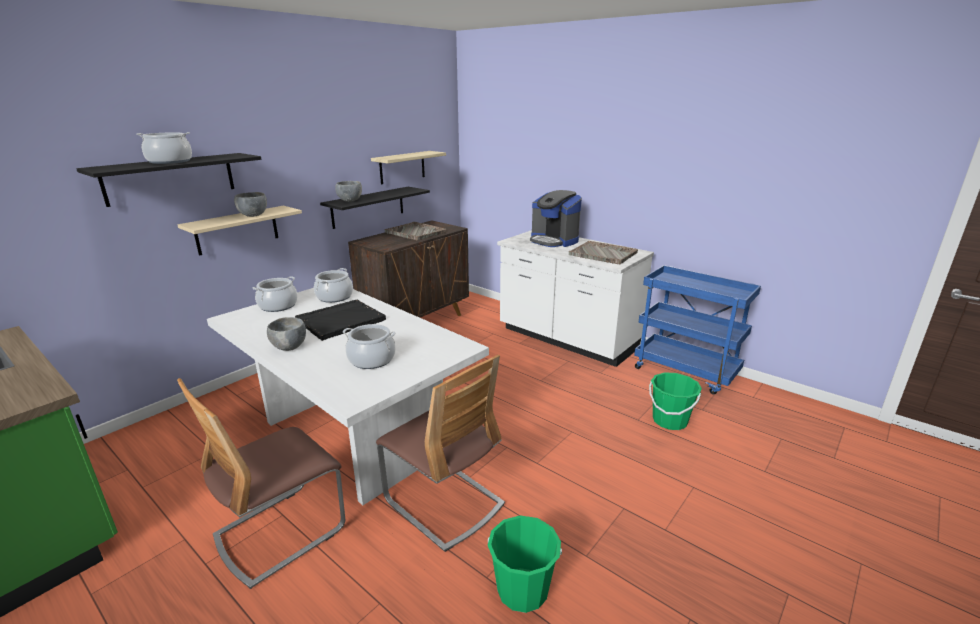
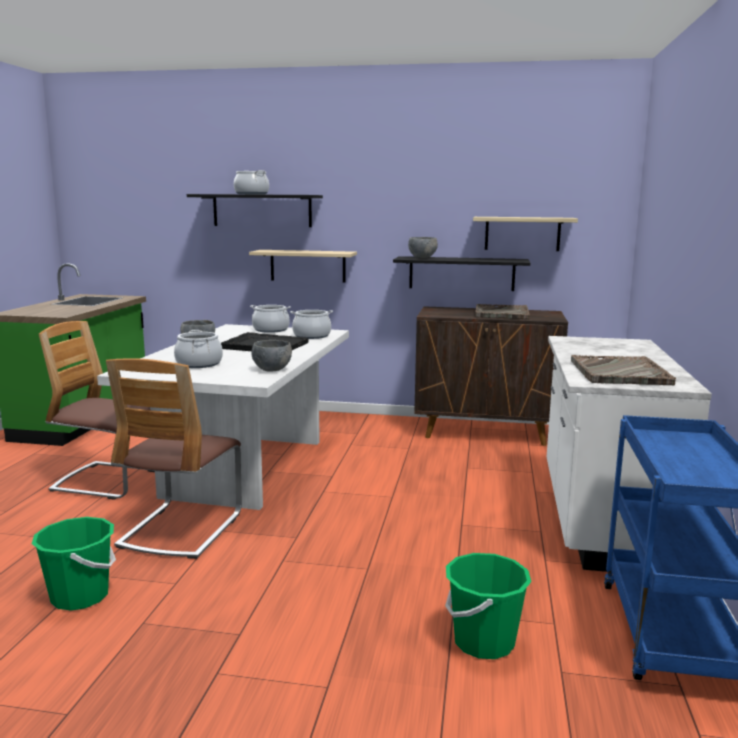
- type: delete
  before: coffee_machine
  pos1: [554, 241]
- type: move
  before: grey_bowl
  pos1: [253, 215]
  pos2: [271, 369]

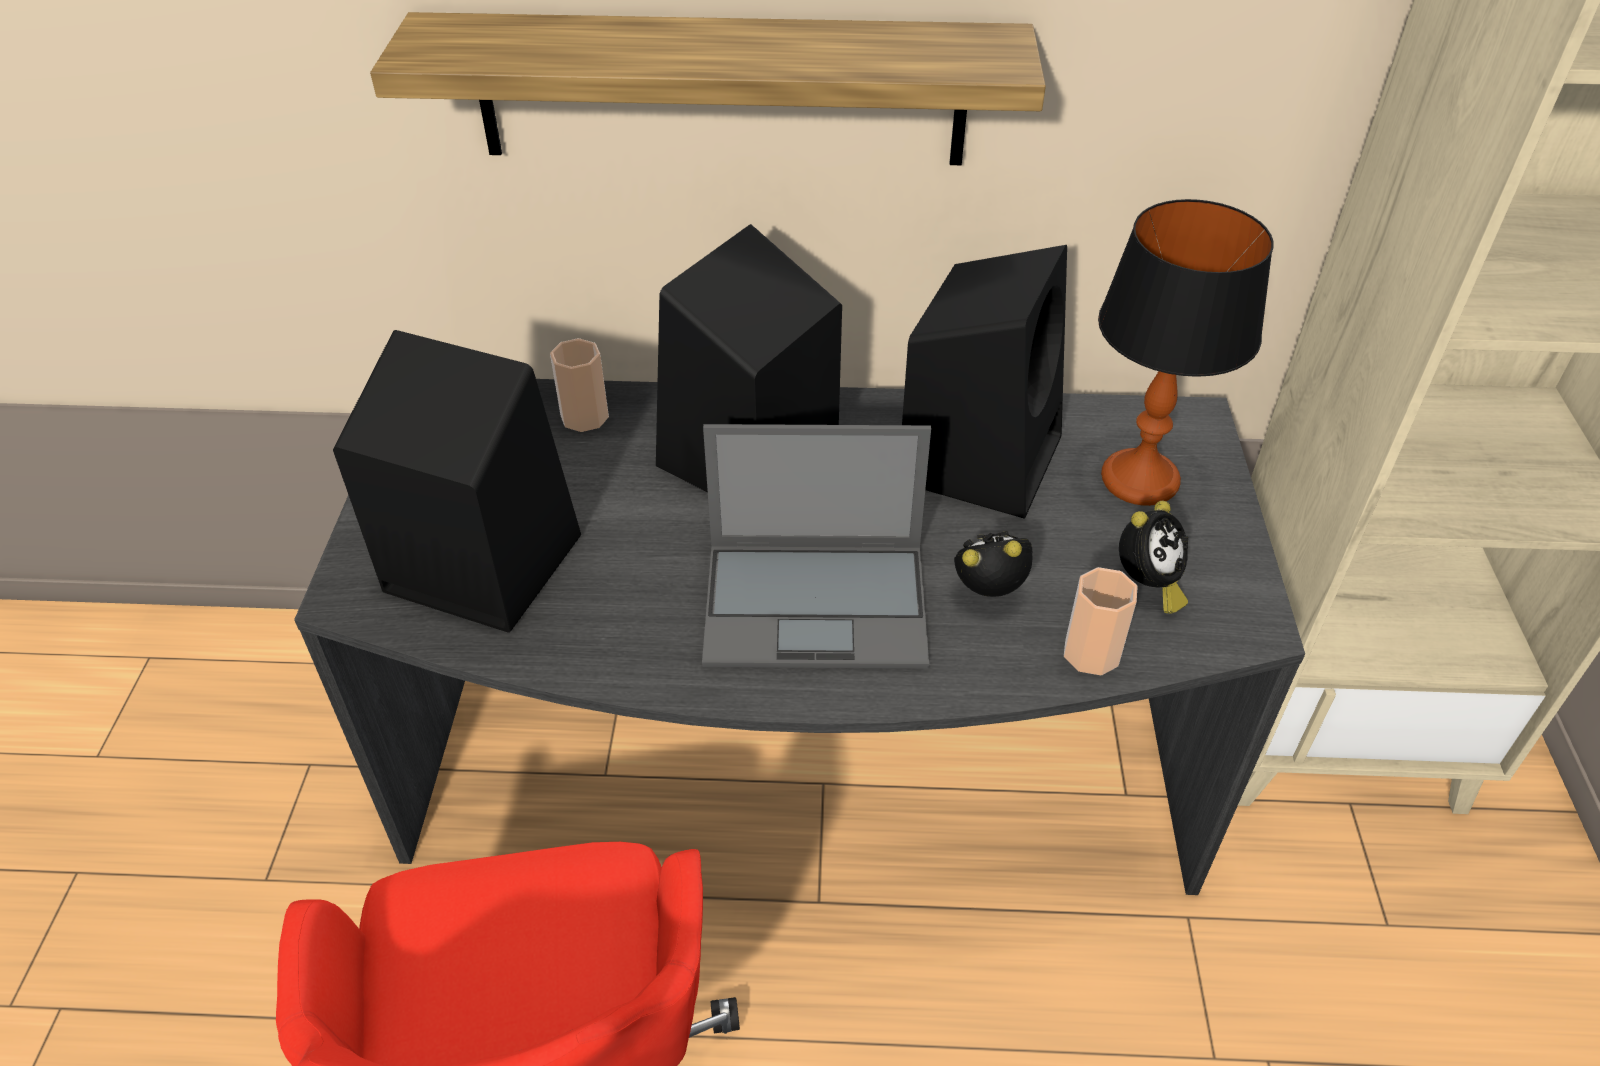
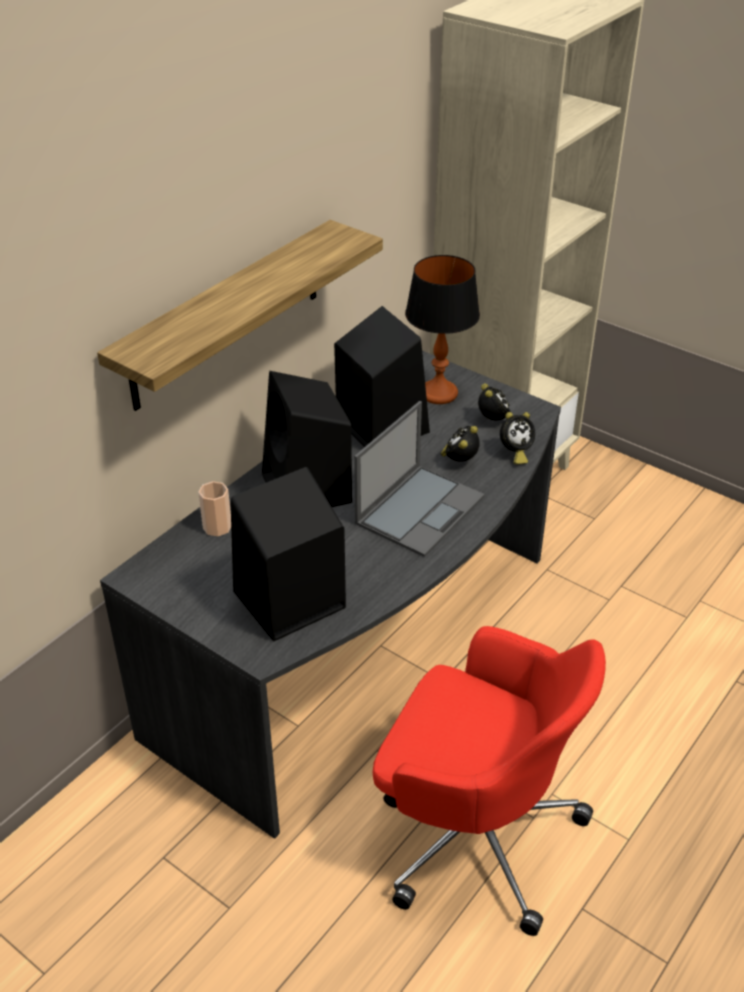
- type: replace
  before: cup
  after: alarm_clock
  pos1: [1091, 653]
  pos2: [515, 453]

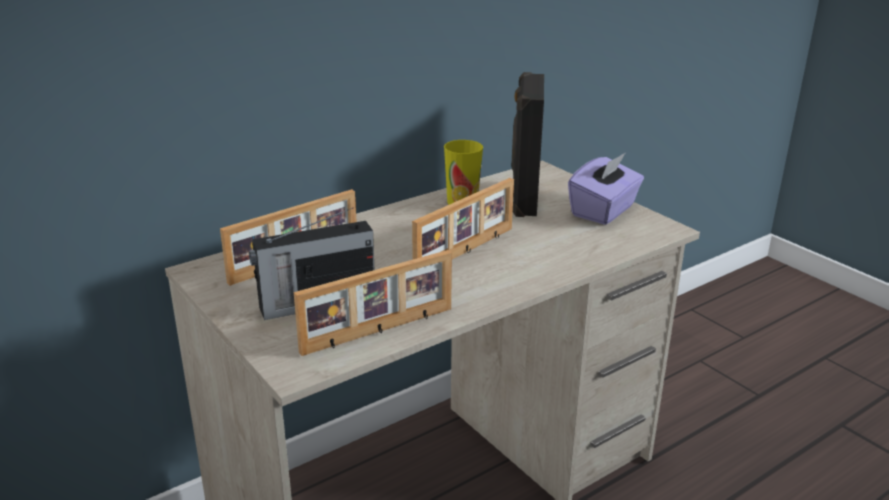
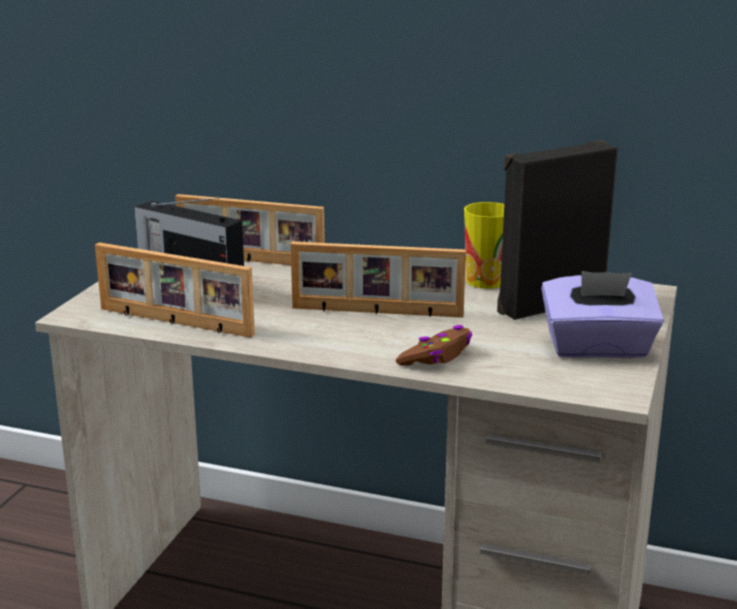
- type: insert
  after: brown_game_controller
  pos2: [436, 357]

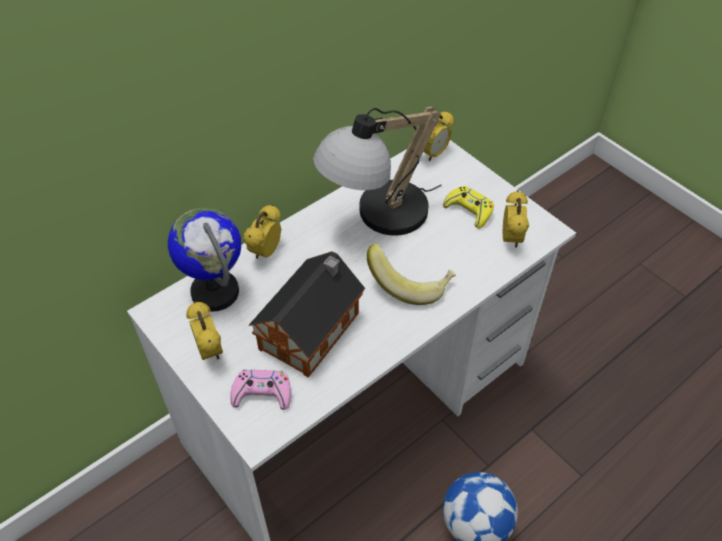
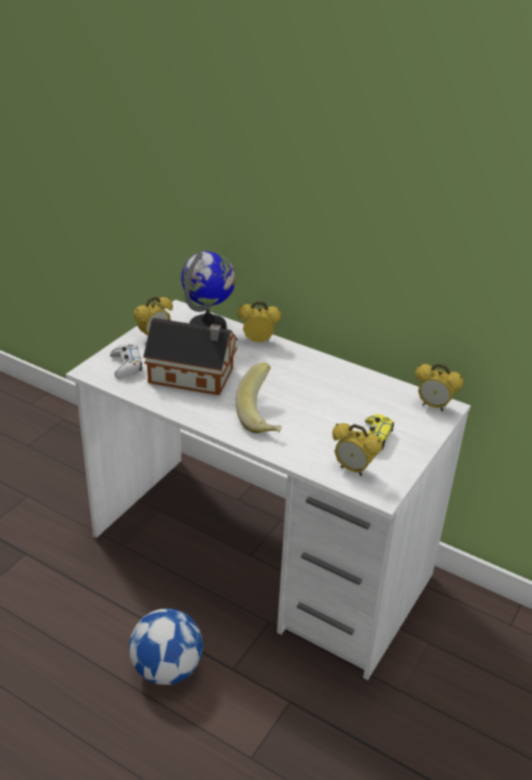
- type: delete
  before: table_lamp
  pos1: [377, 218]
- type: recolor
  before: pink_game_controller
  after: white_game_controller
  pos1: [262, 394]
  pos2: [126, 366]
- type: rotate
  before: alarm_clock
  pos1: [511, 239]
  pos2: [353, 469]
  turn: 45

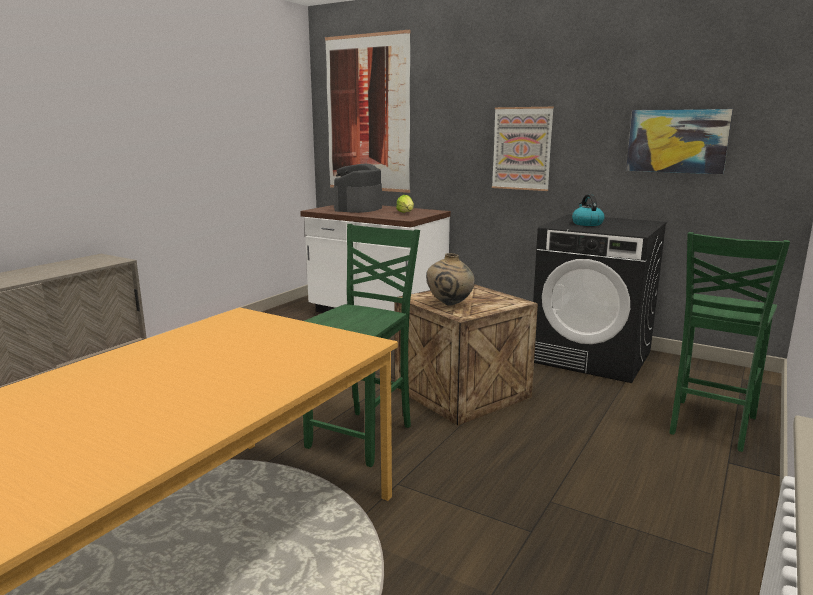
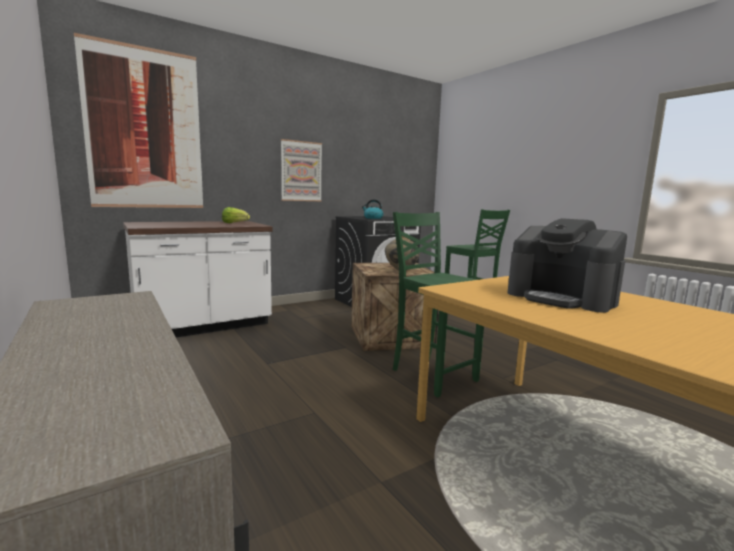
- type: delete
  before: picture
  pos1: [677, 141]
- type: move
  before: coffee_machine
  pos1: [358, 208]
  pos2: [561, 298]

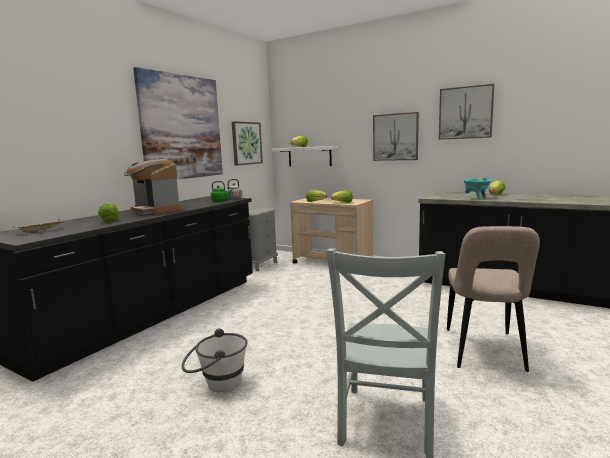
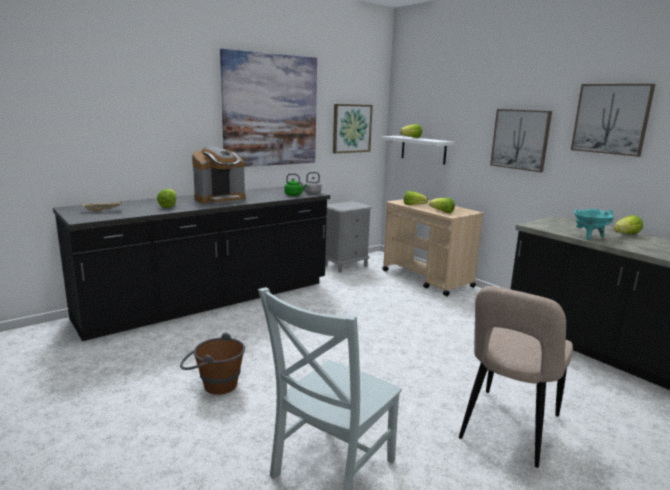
- type: recolor
  before: white_bucket
  after: brown_bucket
  pos1: [217, 384]
  pos2: [213, 385]
- type: rotate
  before: coffee_machine
  pos1: [155, 211]
  pos2: [220, 199]
  turn: -105

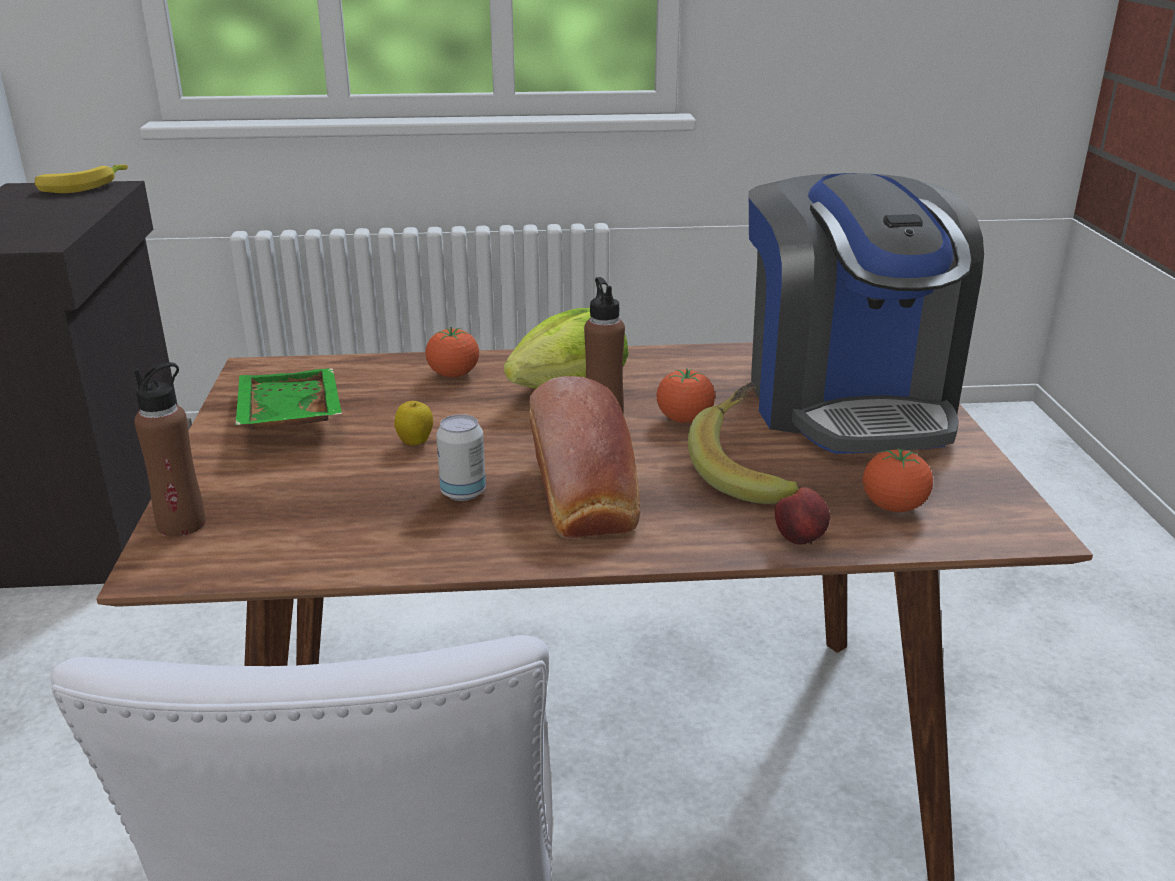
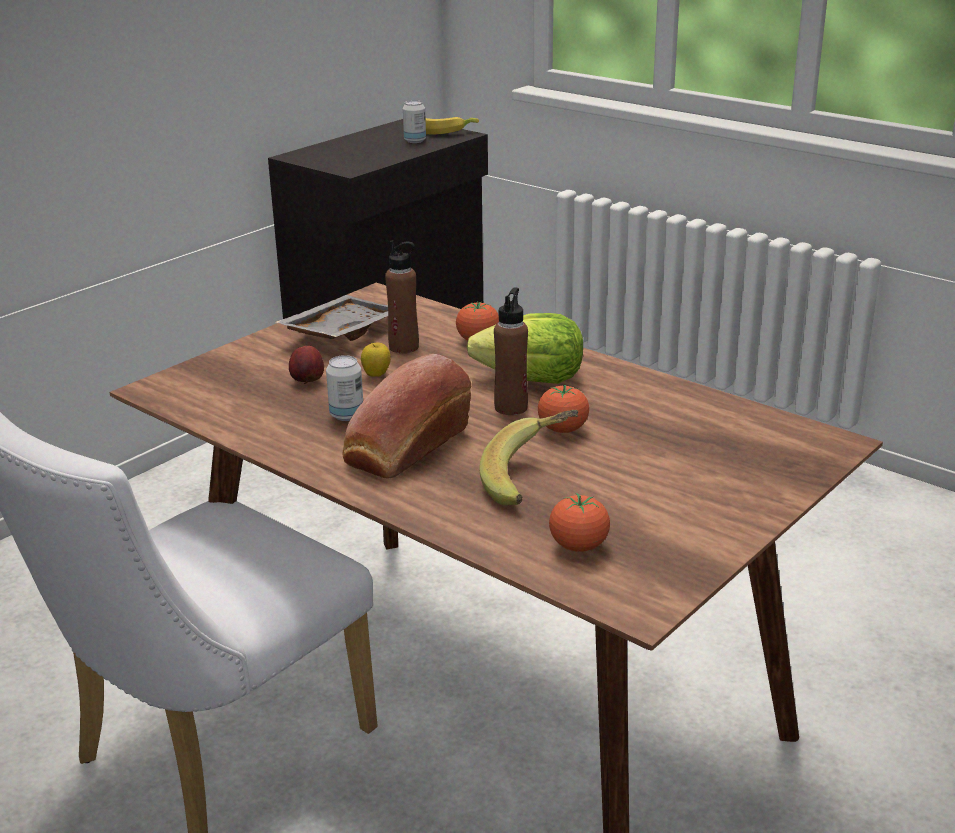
- type: delete
  before: coffee_machine
  pos1: [847, 401]
- type: insert
  after: can
  pos2: [415, 141]
- type: move
  before: brown_bottle
  pos1: [182, 524]
  pos2: [404, 347]
- type: move
  before: apple
  pos1: [801, 540]
  pos2: [307, 381]
- type: recolor
  before: green_tray
  after: grey_tray
  pos1: [287, 417]
  pos2: [340, 332]

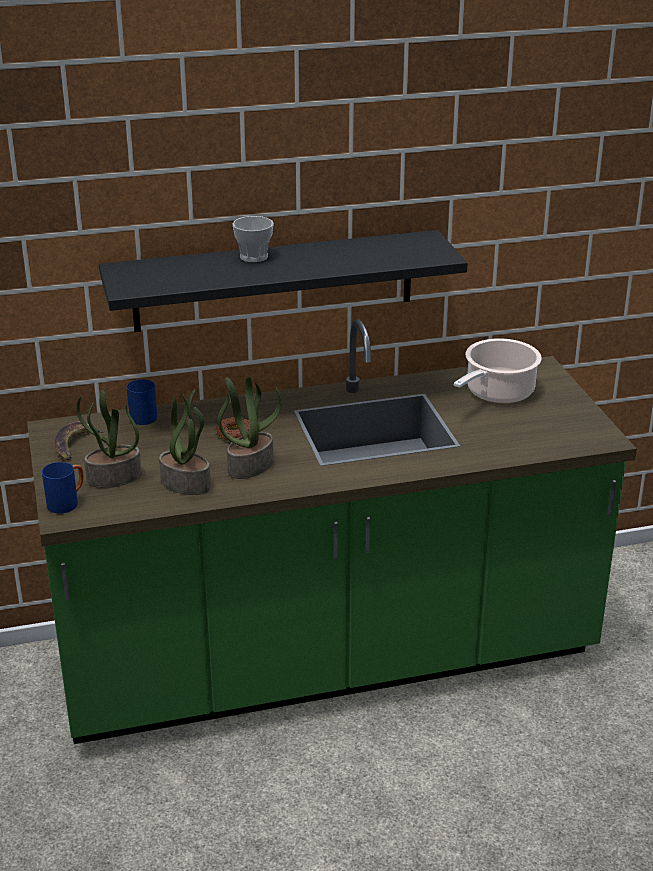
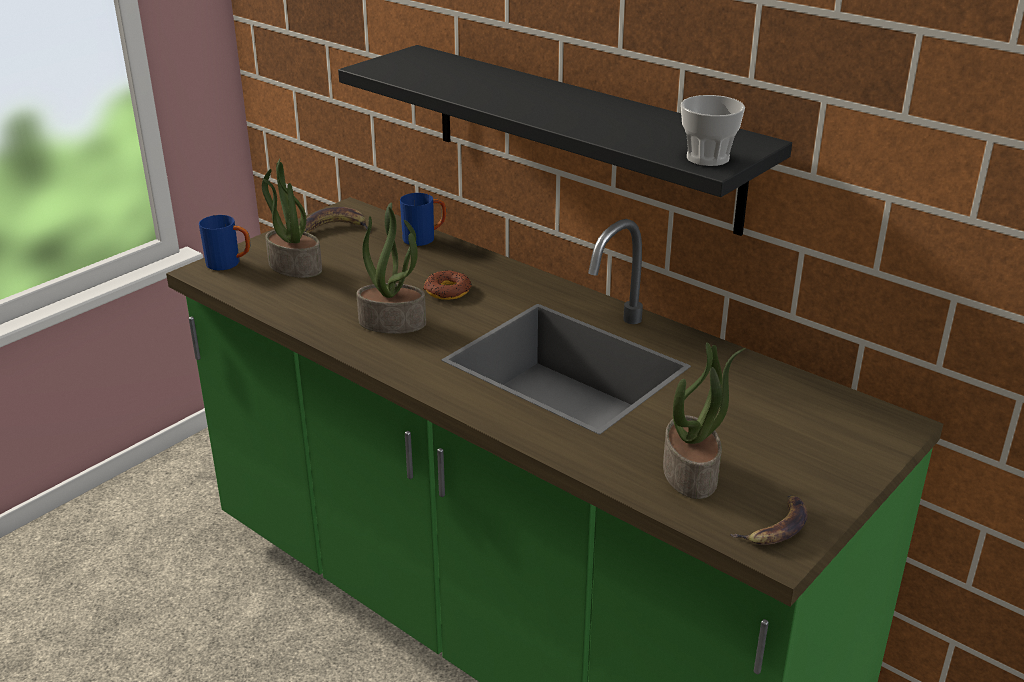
- type: delete
  before: cooking_pot
  pos1: [497, 393]
- type: insert
  after: banana
  pos2: [776, 527]
- type: move
  before: potted_plant
  pos1: [186, 483]
  pos2: [691, 473]
- type: move
  before: cup
  pos1: [254, 257]
  pos2: [707, 158]

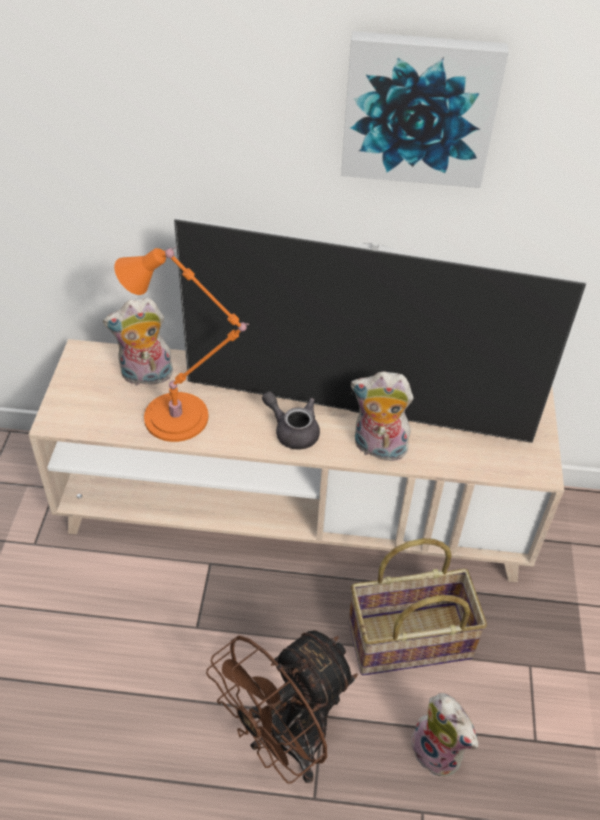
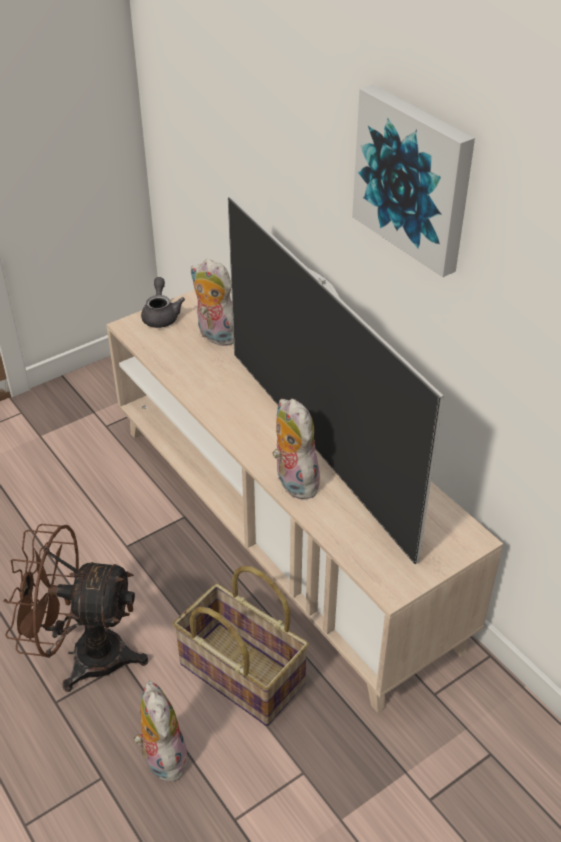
- type: delete
  before: orange_table_lamp
  pos1: [182, 418]
- type: move
  before: grey_teapot
  pos1: [292, 431]
  pos2: [161, 315]
- type: rotate
  before: plush_toy
  pos1: [439, 751]
  pos2: [162, 756]
  turn: 150

